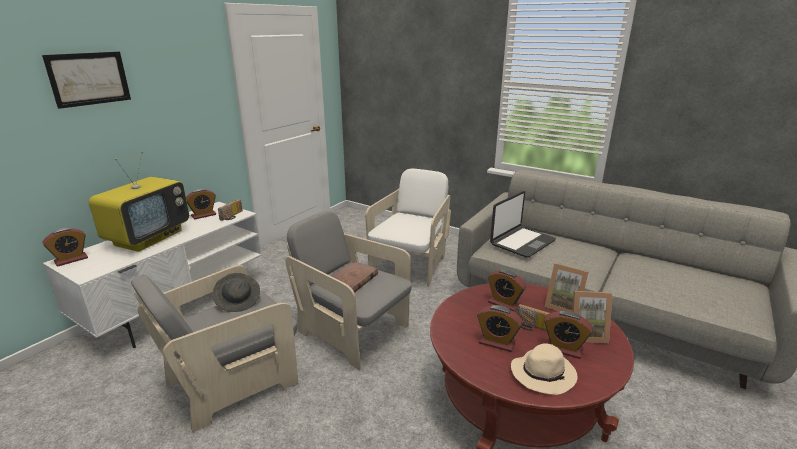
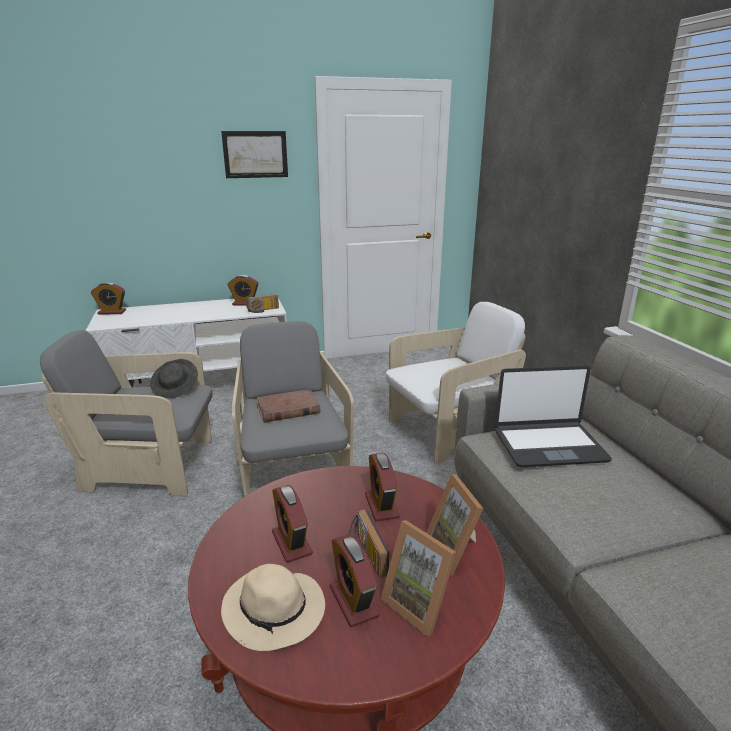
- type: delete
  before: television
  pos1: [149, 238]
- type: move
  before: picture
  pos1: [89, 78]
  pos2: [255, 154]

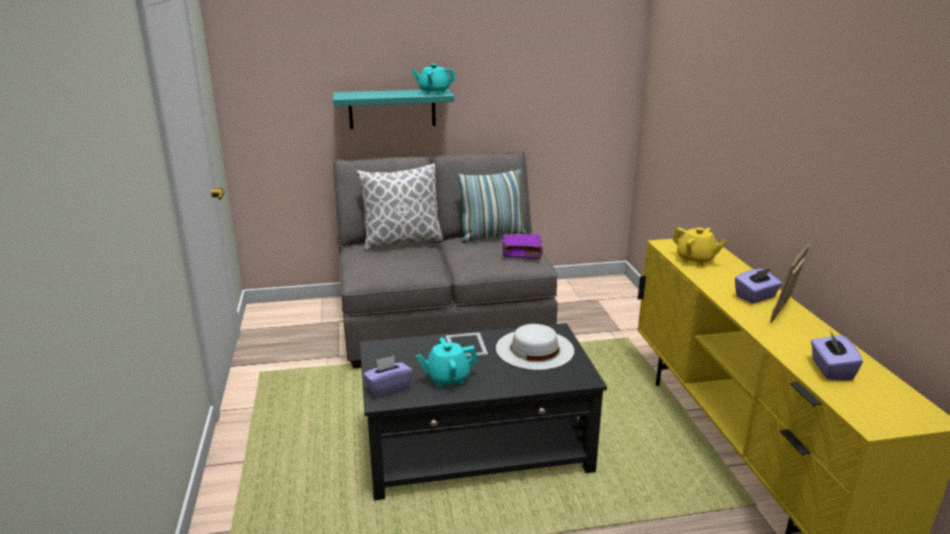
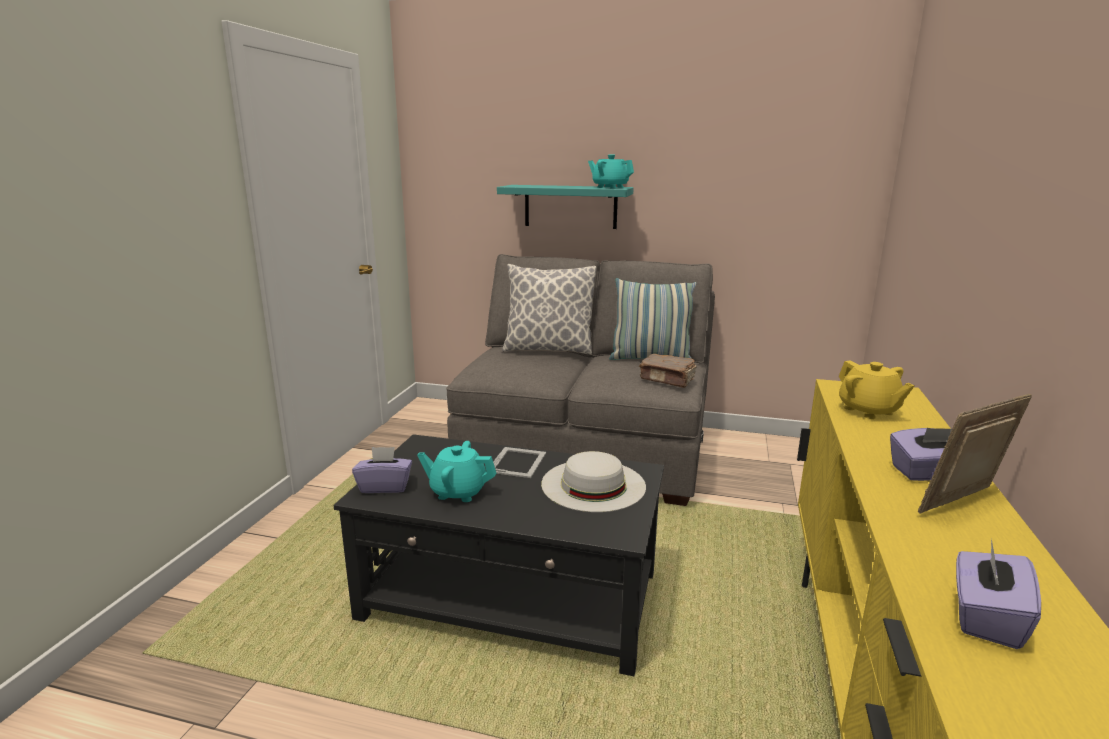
- type: recolor
  before: purple_book
  after: brown_book
  pos1: [522, 254]
  pos2: [667, 379]

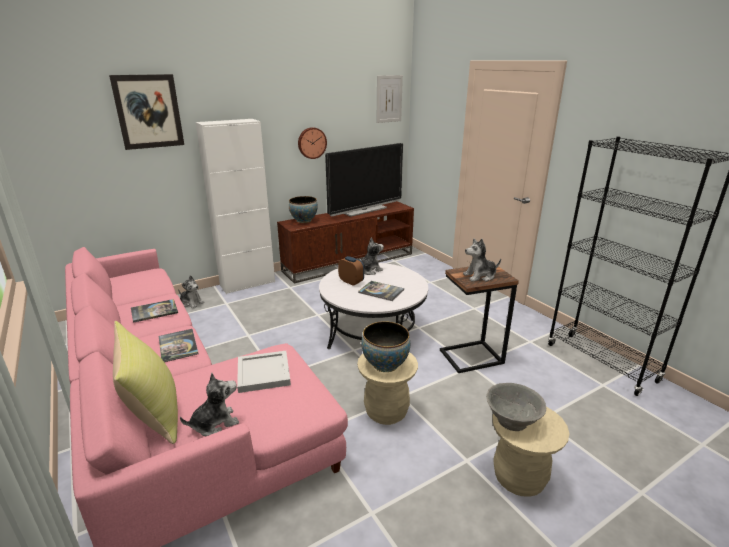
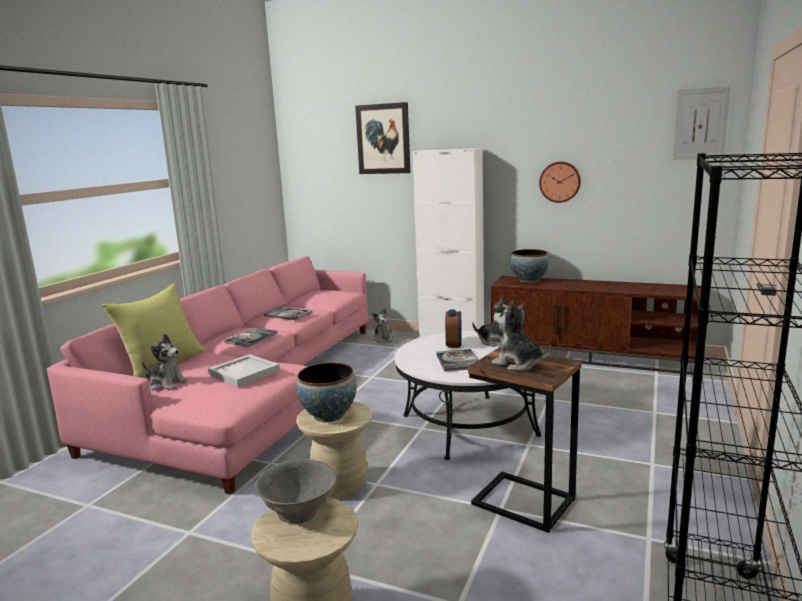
- type: delete
  before: television
  pos1: [364, 210]

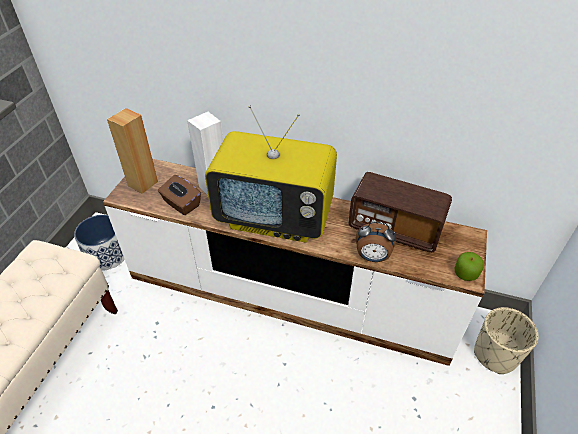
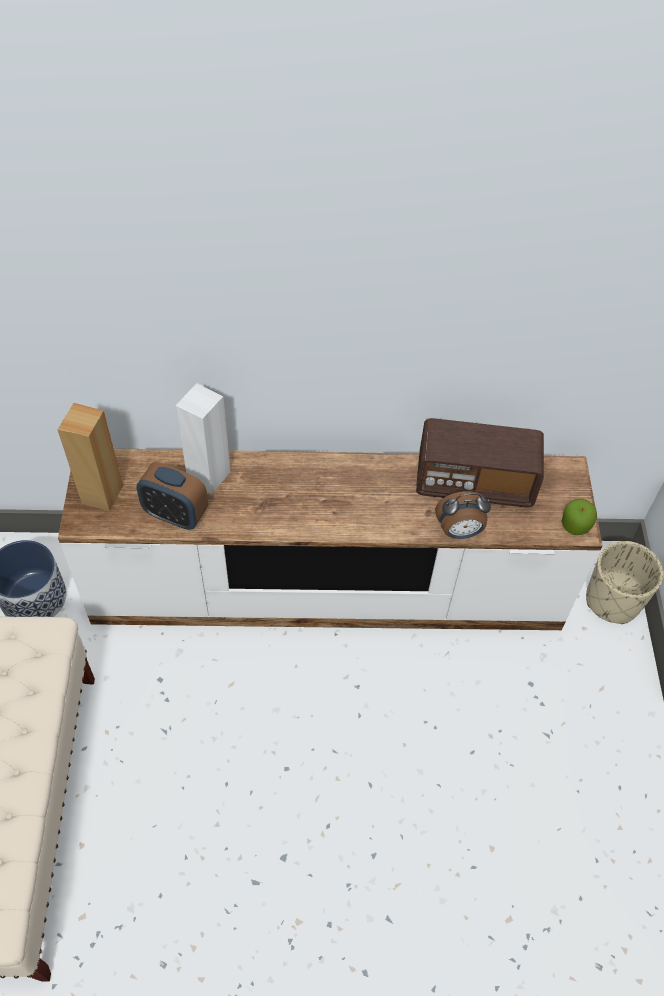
- type: delete
  before: television
  pos1: [276, 218]
- type: replace
  before: brown_tissue_box
  after: alarm_clock
  pos1: [181, 204]
  pos2: [175, 514]

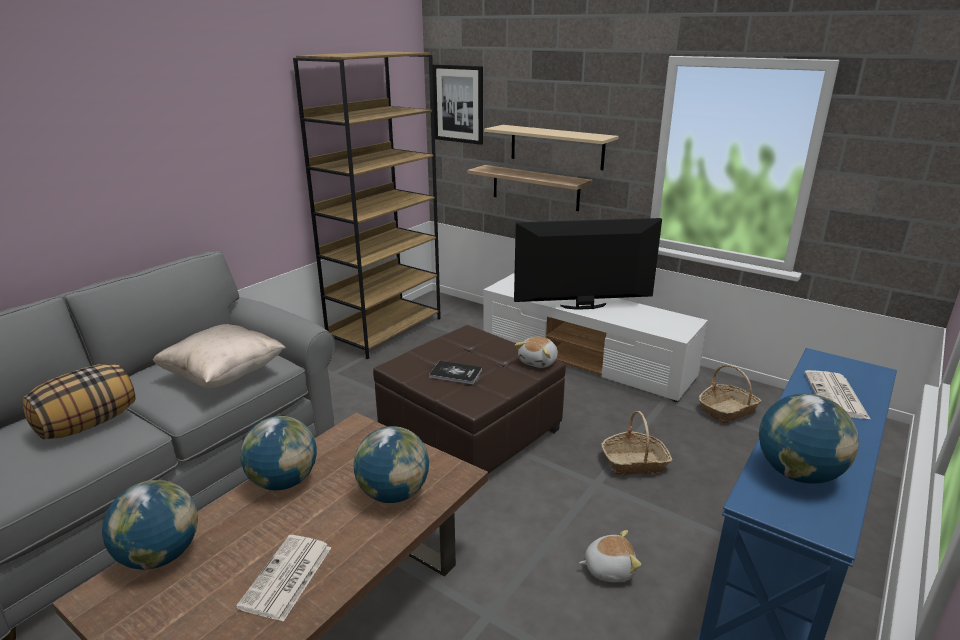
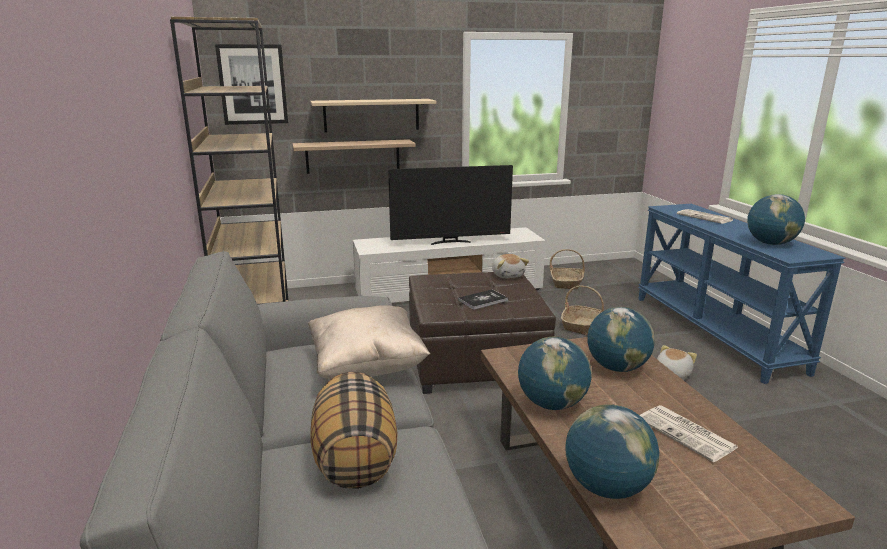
- type: rotate
  before: television
  pos1: [583, 307]
  pos2: [450, 242]
  turn: -135

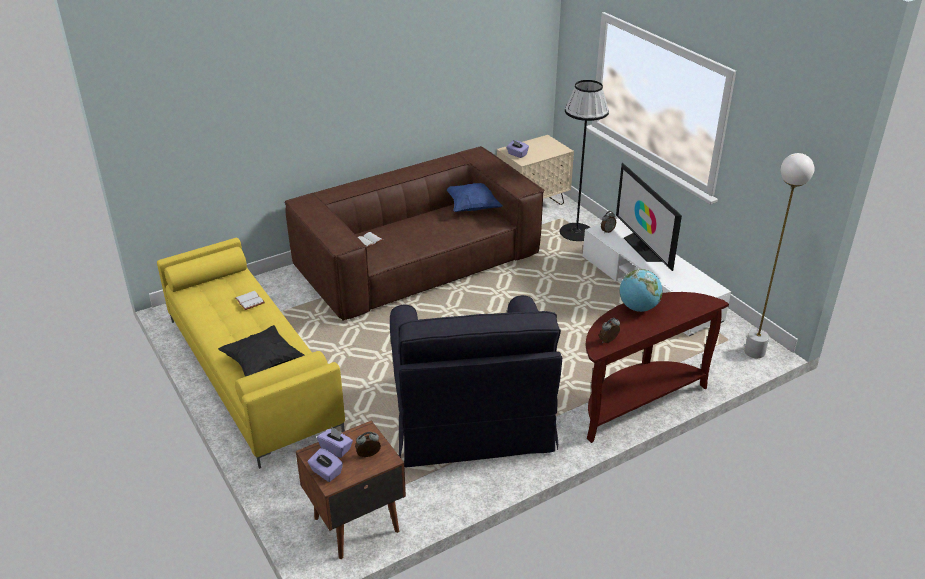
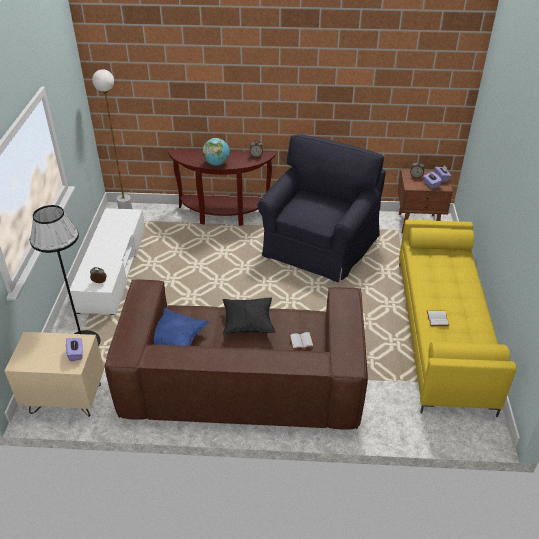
- type: delete
  before: television
  pos1: [643, 248]
- type: move
  before: black_pillow
  pos1: [263, 363]
  pos2: [248, 324]

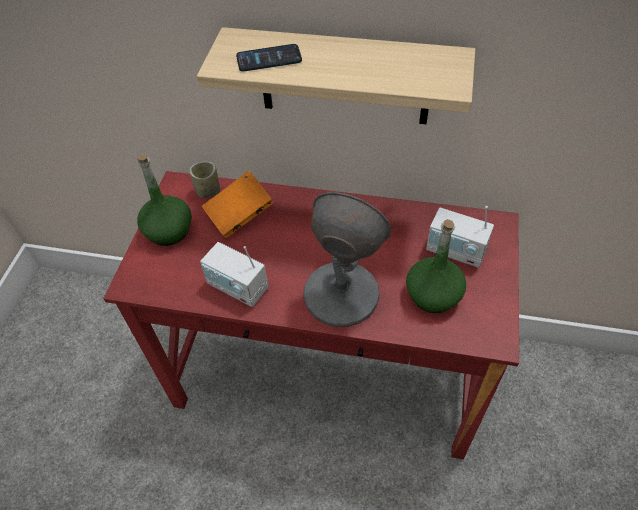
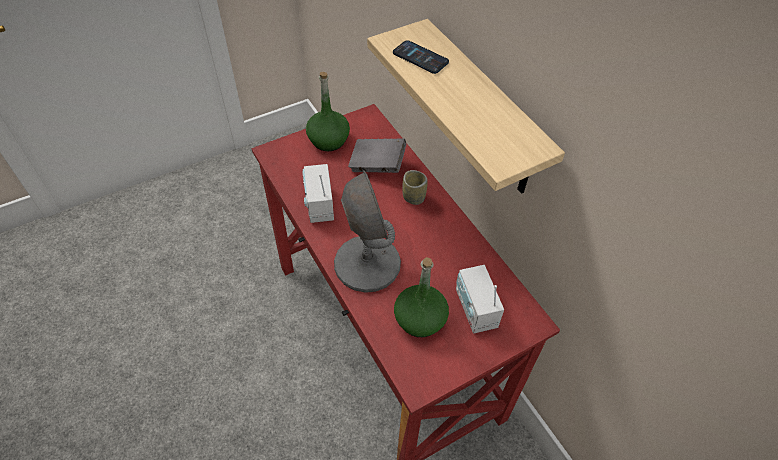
- type: move
  before: cup
  pos1: [208, 191]
  pos2: [413, 197]
- type: recolor
  before: orange_book
  after: grey_book
  pos1: [239, 215]
  pos2: [377, 165]

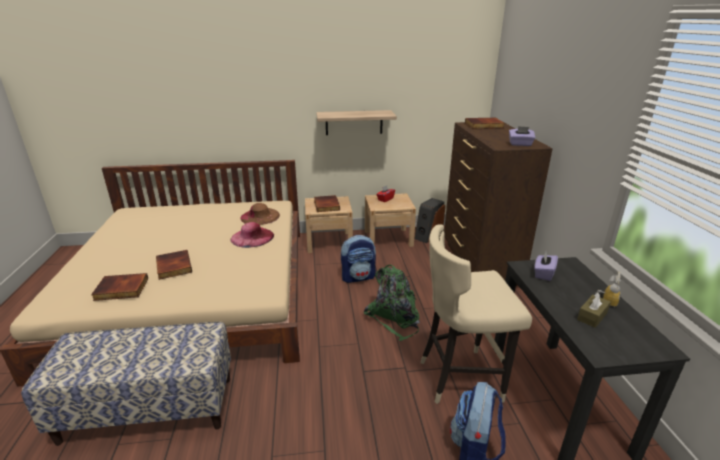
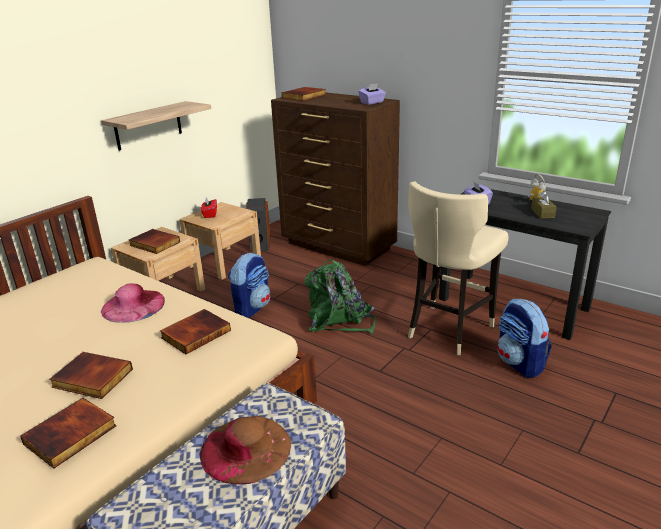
- type: insert
  after: book
  pos2: [195, 333]
- type: move
  before: brown_hat
  pos1: [260, 216]
  pos2: [246, 449]

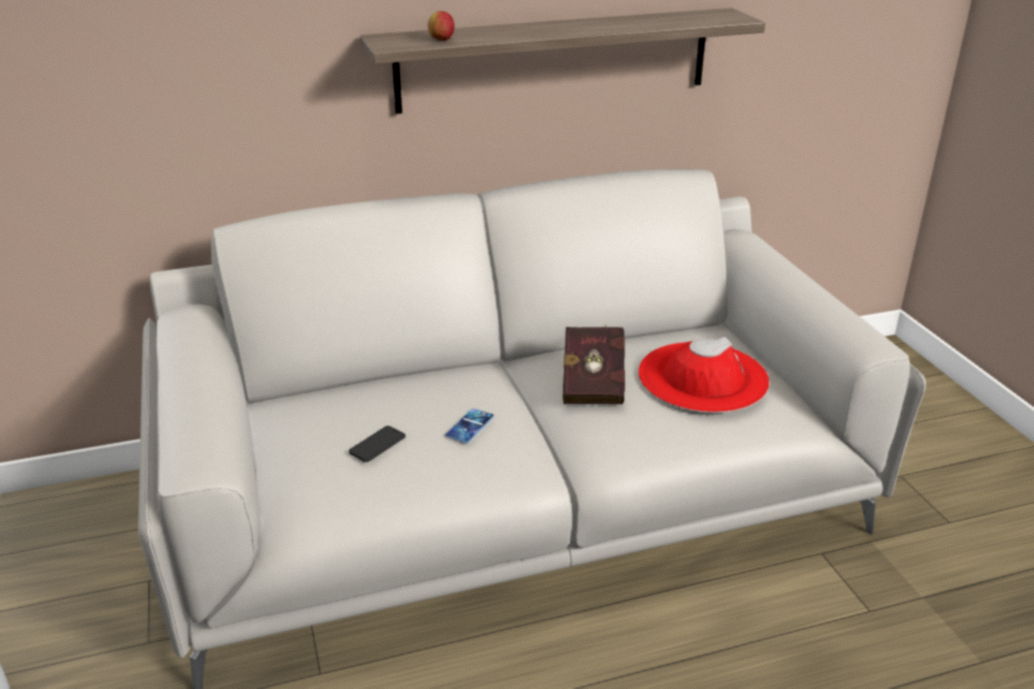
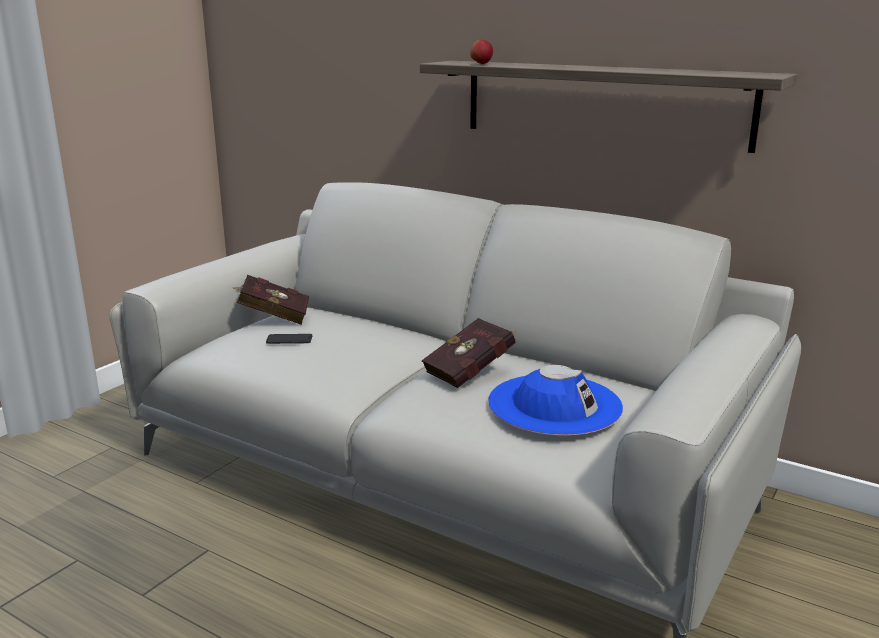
- type: delete
  before: phone
  pos1: [470, 426]
- type: insert
  after: red_book
  pos2: [272, 317]
- type: recolor
  before: red_hat
  after: blue_hat
  pos1: [702, 377]
  pos2: [554, 404]

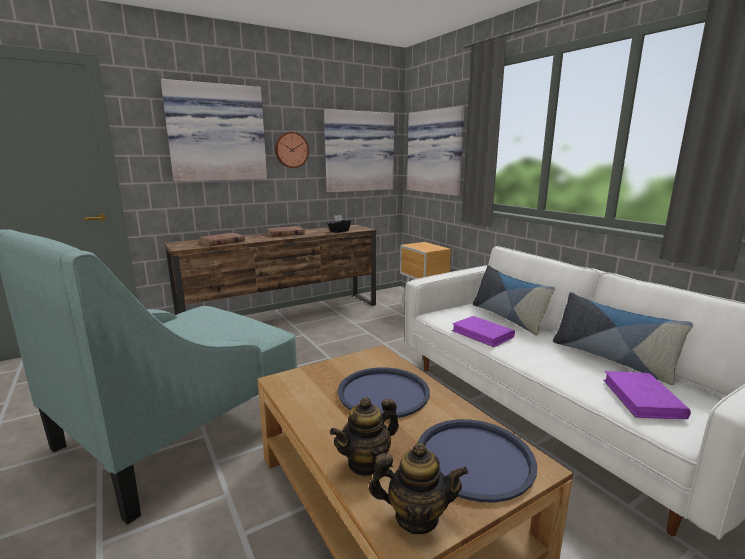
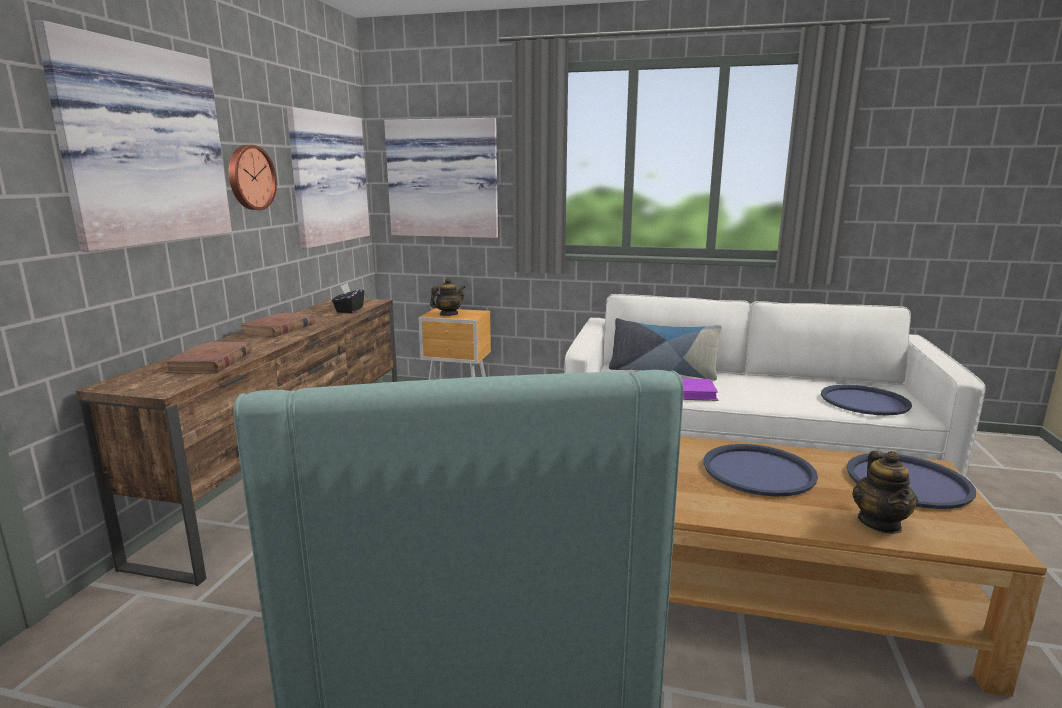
- type: delete
  before: pillow
  pos1: [611, 359]
- type: move
  before: teapot
  pos1: [416, 517]
  pos2: [448, 314]
- type: replace
  before: purple_book
  after: blue_tray
  pos1: [642, 398]
  pos2: [864, 401]

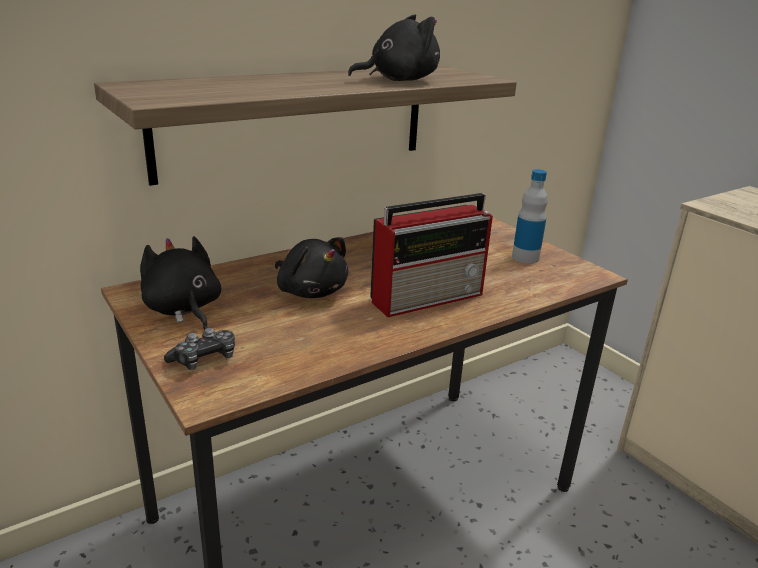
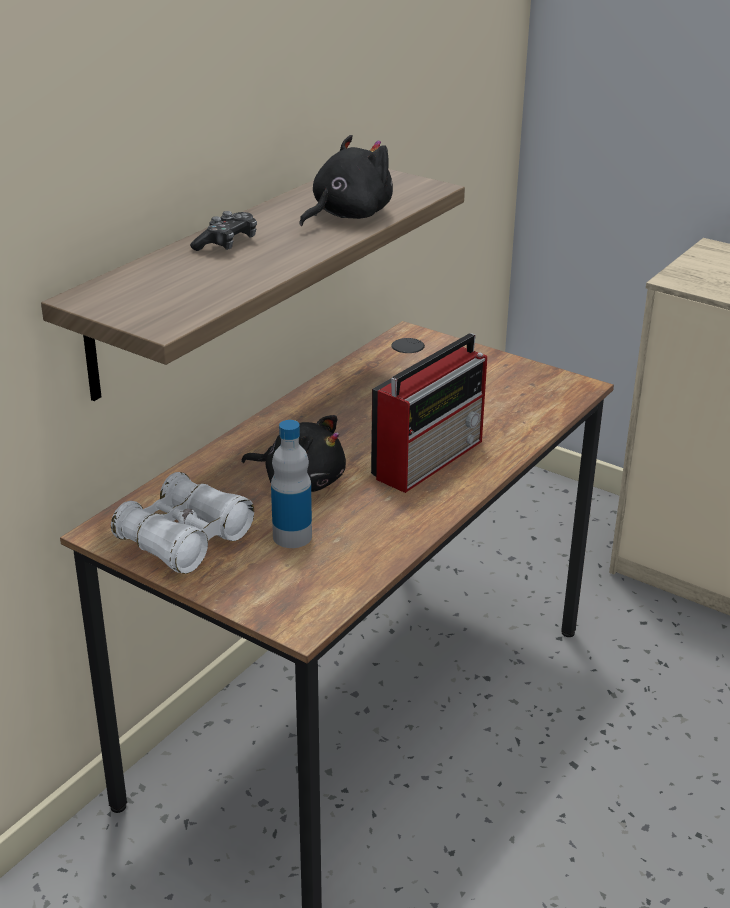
- type: move
  before: game_controller
  pos1: [204, 359]
  pos2: [227, 243]
- type: move
  before: bottle
  pos1: [525, 257]
  pos2: [292, 536]
- type: replace
  before: black_plush_toy
  after: white_binoculars
  pos1: [183, 309]
  pos2: [184, 539]

